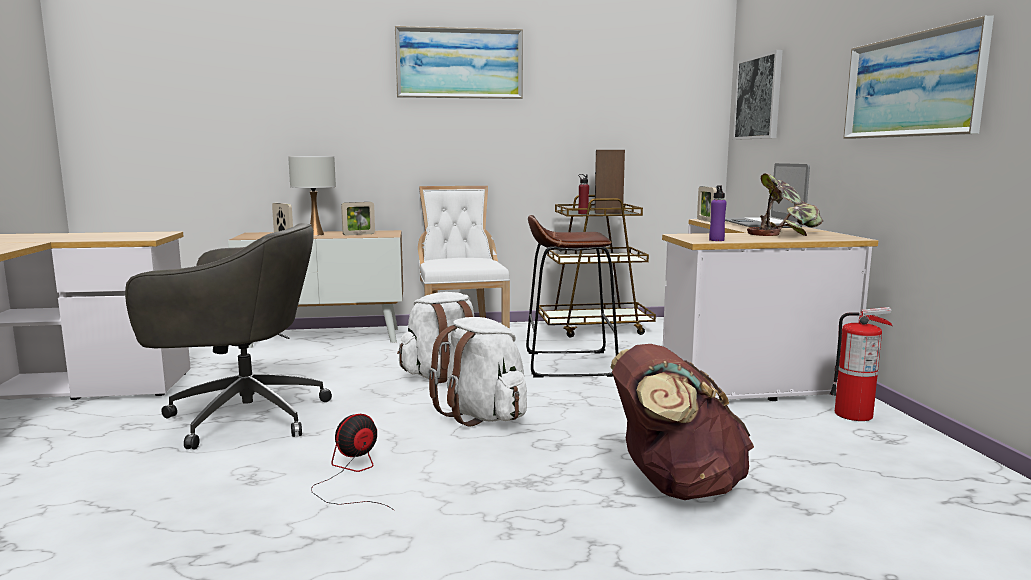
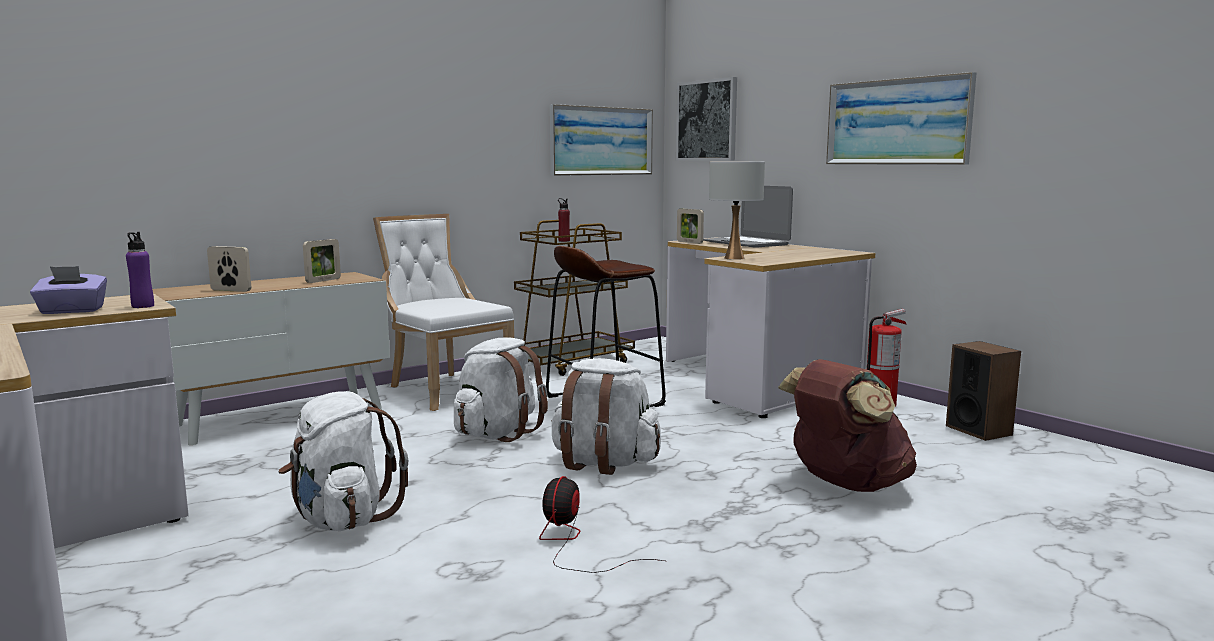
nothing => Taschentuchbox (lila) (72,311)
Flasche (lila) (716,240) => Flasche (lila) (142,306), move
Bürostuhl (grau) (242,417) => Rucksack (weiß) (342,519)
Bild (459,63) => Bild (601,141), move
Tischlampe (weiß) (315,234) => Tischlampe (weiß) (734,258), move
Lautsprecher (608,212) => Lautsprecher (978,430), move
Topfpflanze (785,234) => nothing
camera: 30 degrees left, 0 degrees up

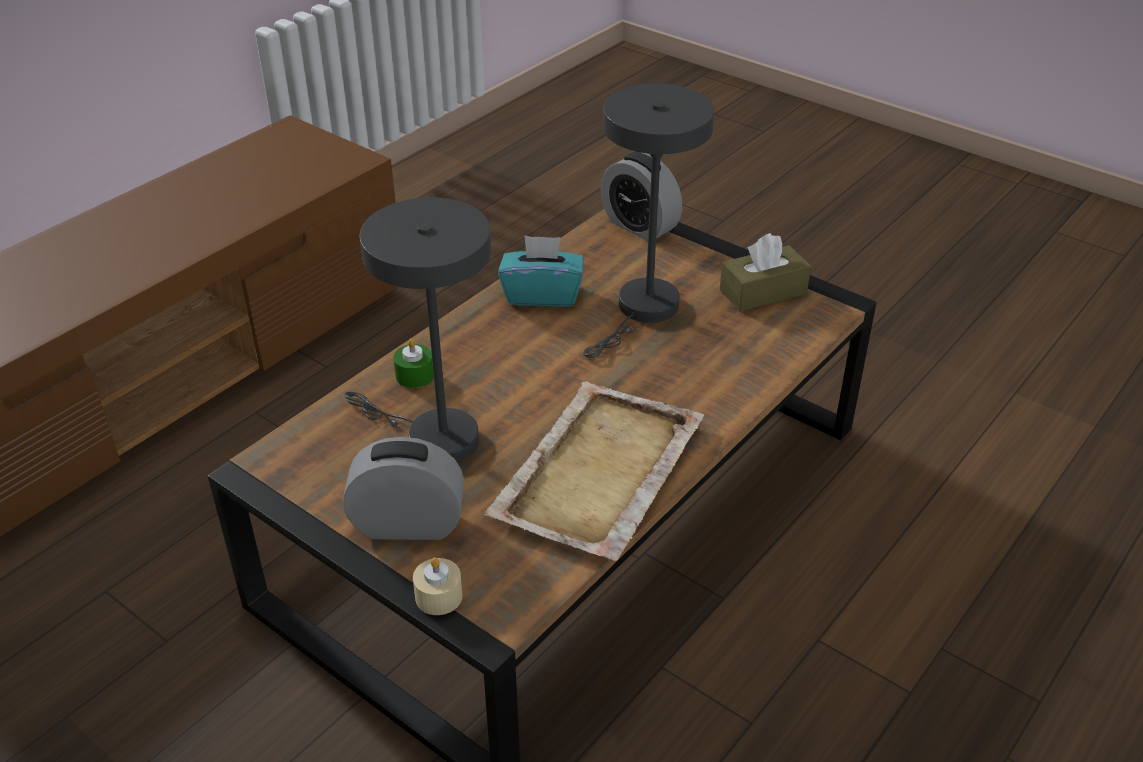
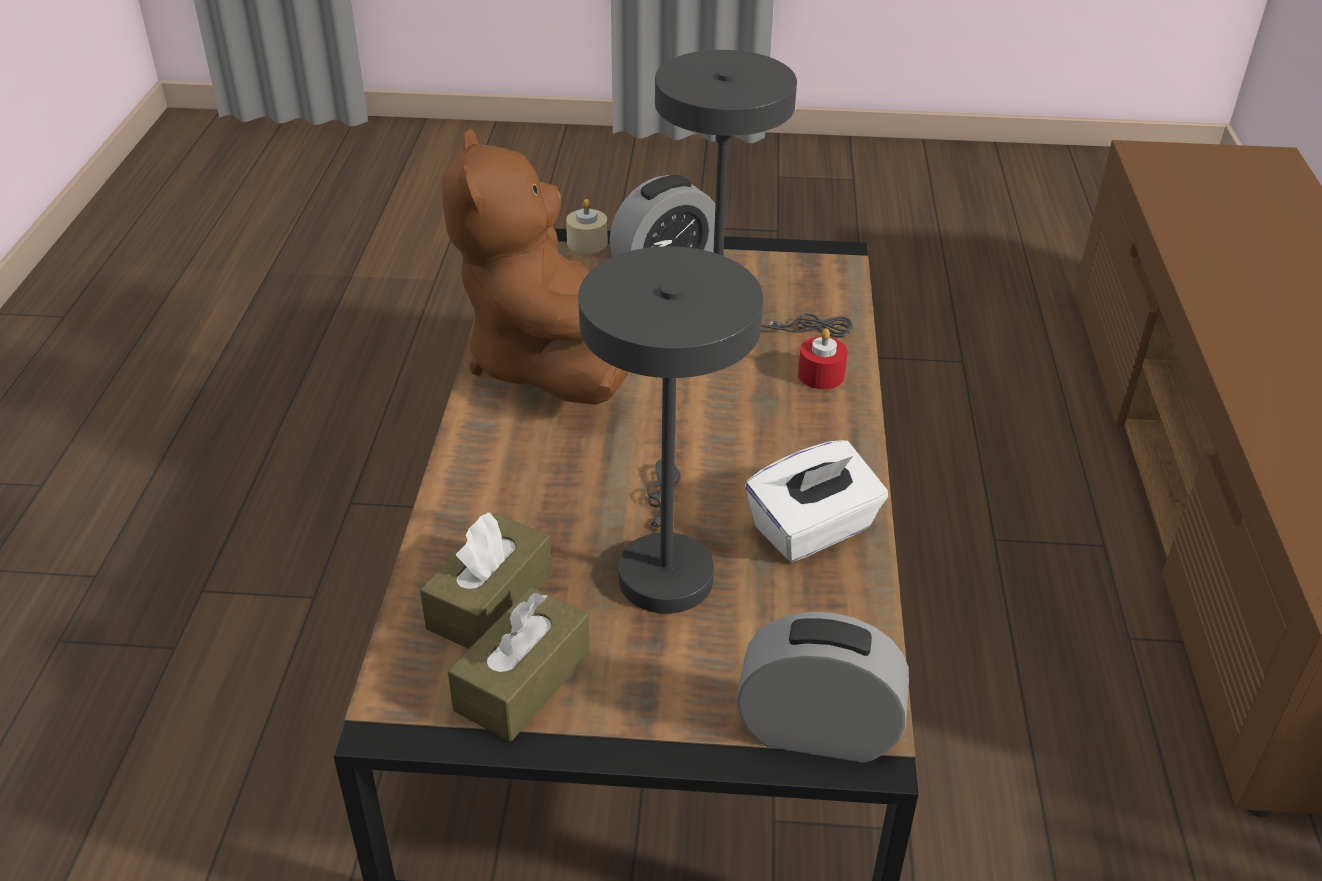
nothing => Taschentuchbox (braun) (490,601)
Tablett (beige) (597,473) => Plüschtier (braun) (545,363)
Taschentuchbox (türkis) (542,294) => Taschentuchbox (weiß) (813,530)
Kerze (grün) (415,375) => Kerze (rot) (821,375)
camera: 145 degrees right, 0 degrees up

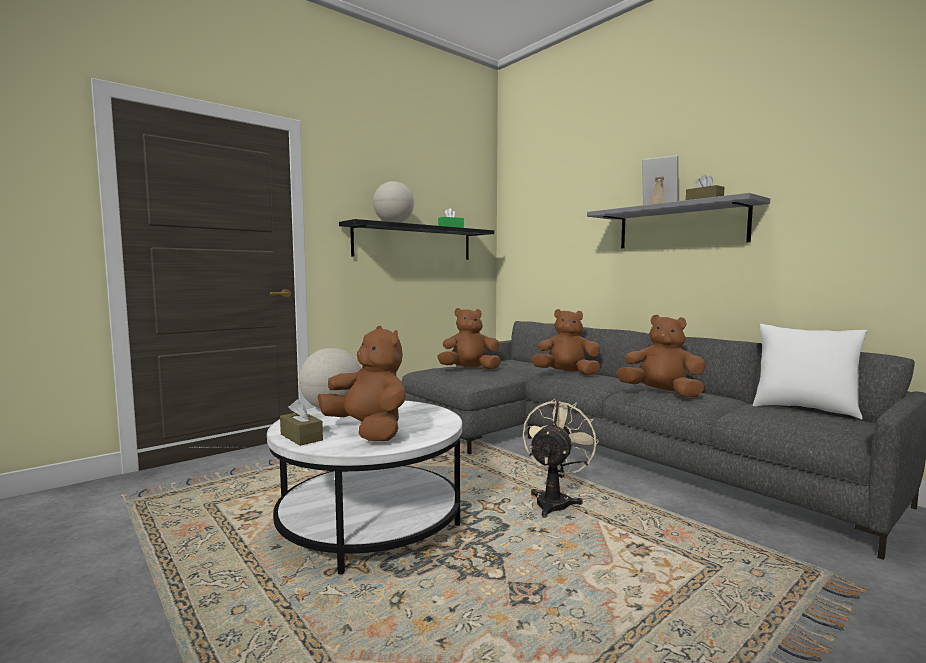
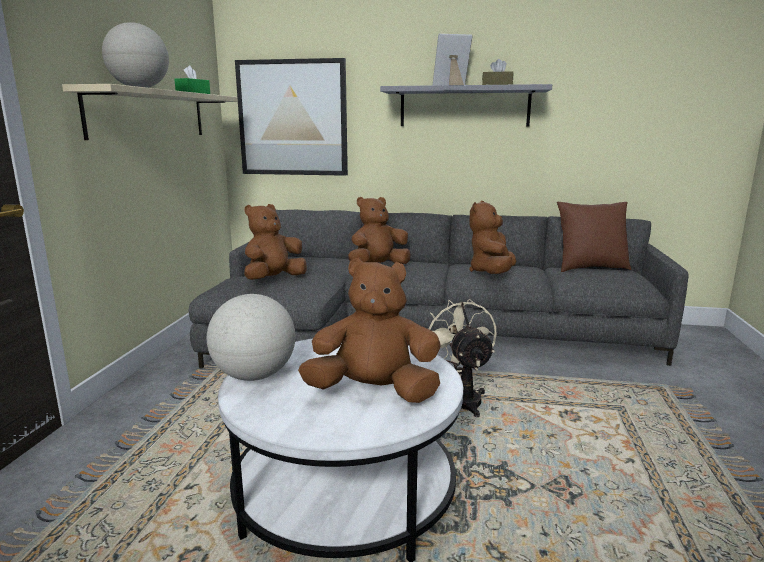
Wandregal (schwarz) (414,242) => Wandregal (beige) (150,114)
nothing => Bild (293,118)
Plüschtier (braun) (661,393) => Plüschtier (braun) (492,273), 60 degrees counterclockwise
Kissen (weiß) (804,410) => Kissen (braun) (590,268)
Taschentuchbox (braun) (301,437) => nothing
camera: 40 degrees left, 10 degrees up

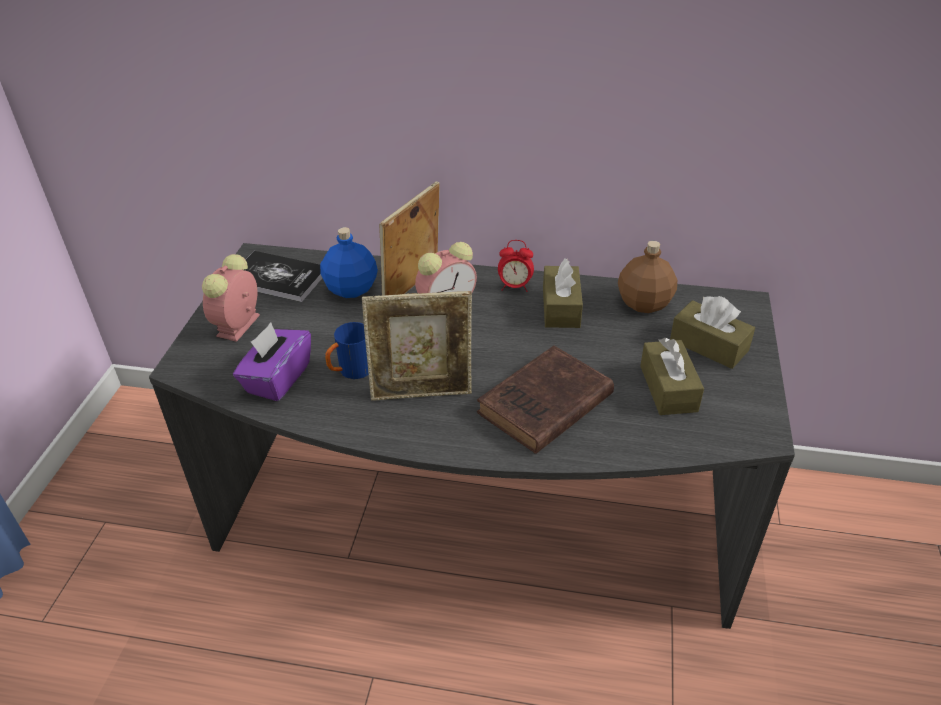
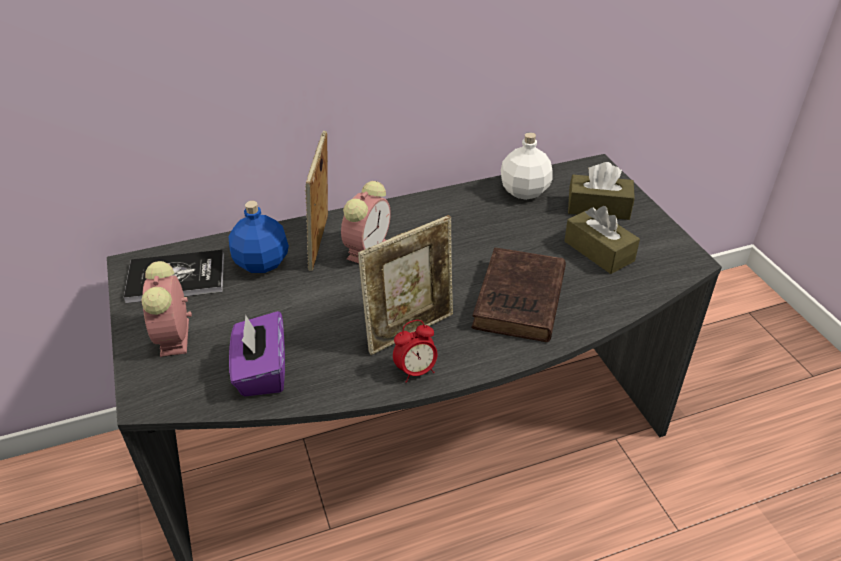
Wecker (515,287) => Wecker (416,371), move
Flasche (braun) (643,303) => Flasche (weiß) (524,191)
Henkelbecher (blau) (350,372) => nothing
Taschentuchbox (braun) (561,307) => nothing
camera: 30 degrees left, 0 degrees up

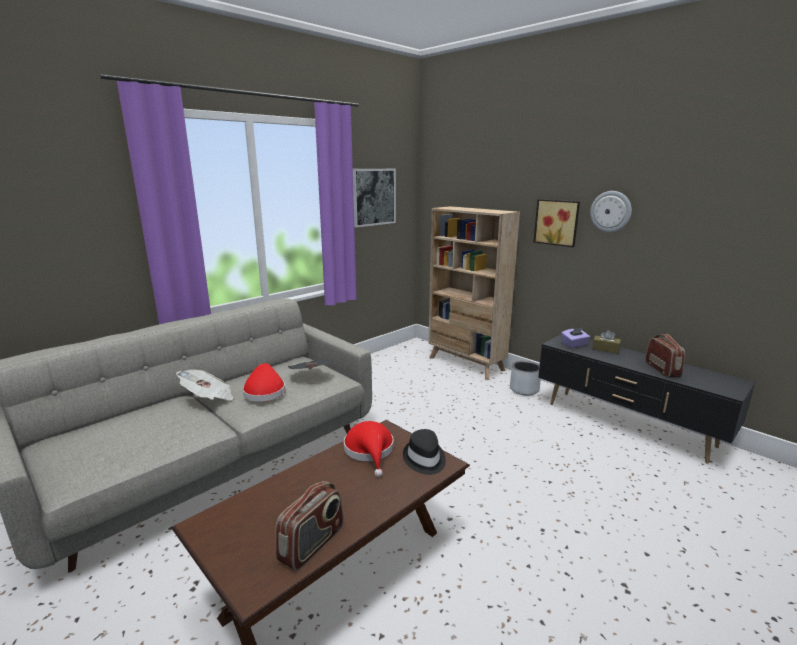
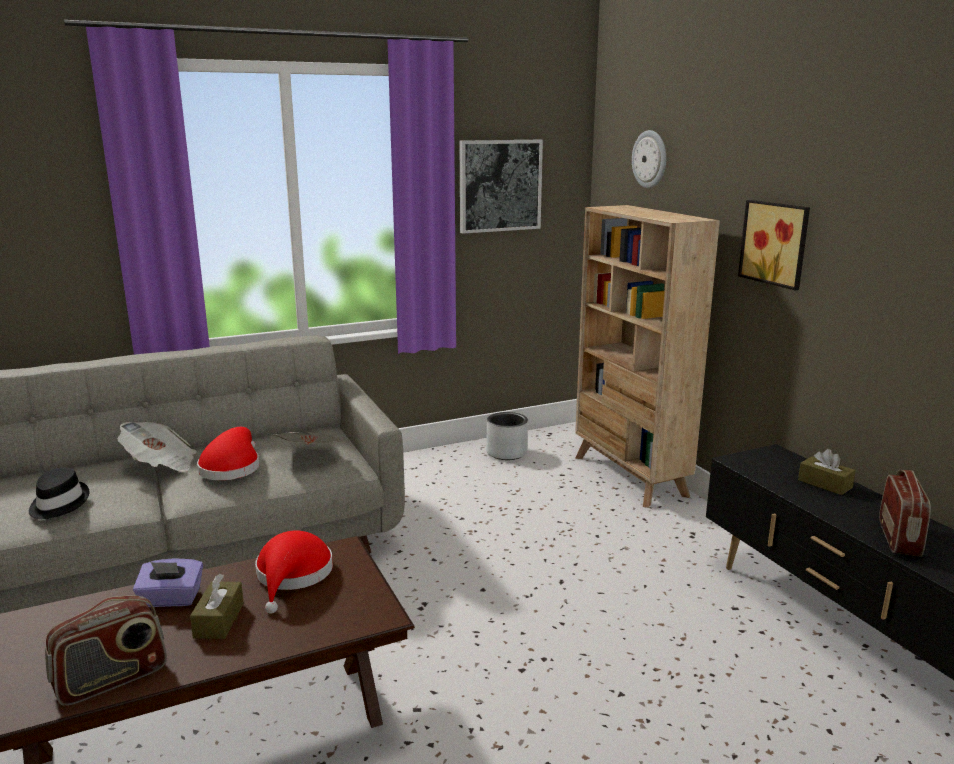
Hut (schwarz) (424,459) => Hut (schwarz) (58,504), move
Taschentuchbox (lila) (574,345) => Taschentuchbox (lila) (171,599), move
nothing => Taschentuchbox (braun) (219,620)
Pflanzkübel (grau) (524,389) => Pflanzkübel (grau) (506,453), move
Wanduhr (611,211) => Wanduhr (650,159), move
camera: 20 degrees right, 0 degrees up

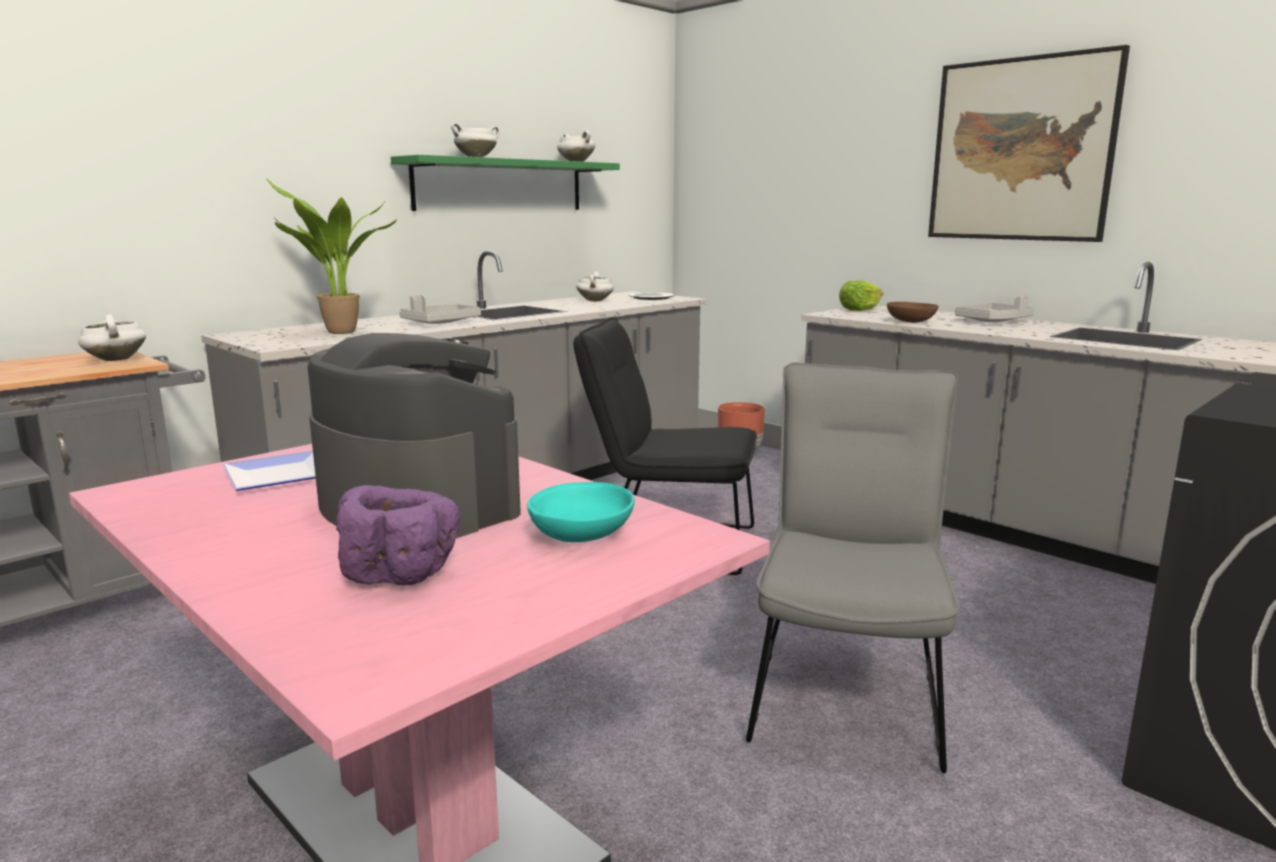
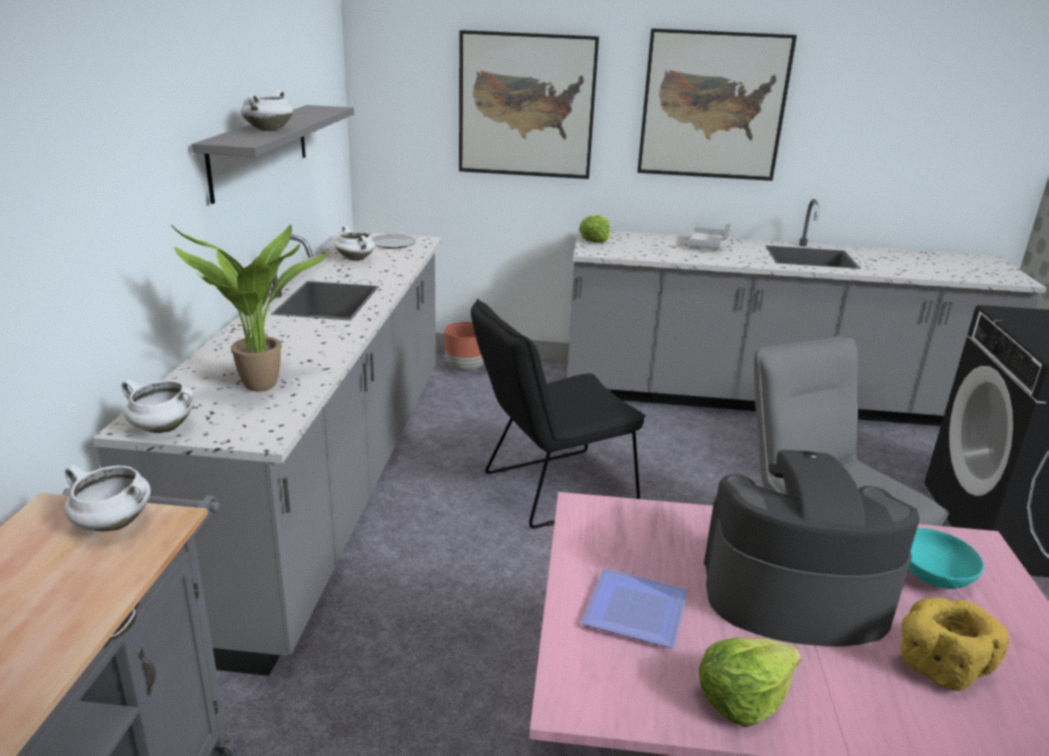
Kochtopf (weiß) (575,162) => Kochtopf (weiß) (161,428), move
Wandregal (grün) (500,185) => Wandregal (grau) (260,149)
nothing => Bild (526,106)
nothing => Salatkopf (743,697)
Schüssel (lila) (400,572) => Schüssel (gelb) (939,665)
Tablett (grau) (440,323) => nothing
Schüssel (braun) (910,322) => nothing
camera: 40 degrees left, 10 degrees up

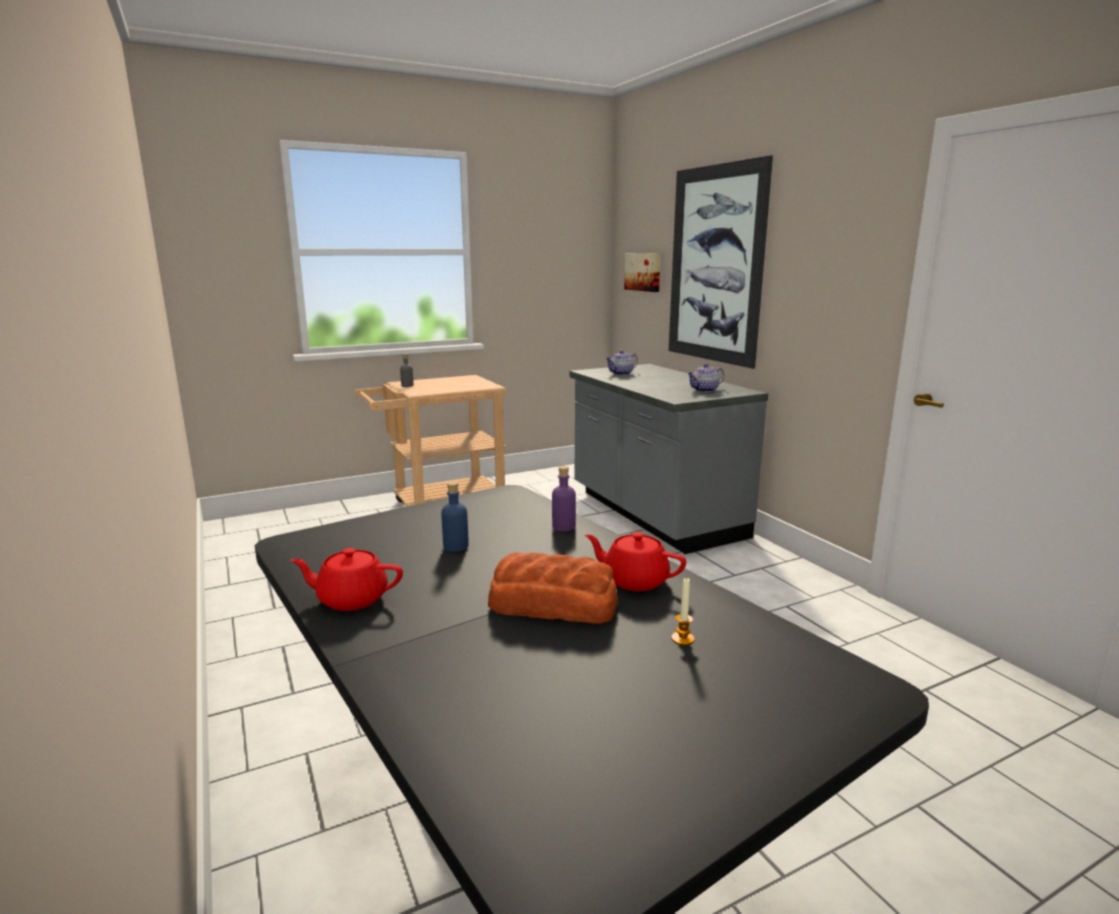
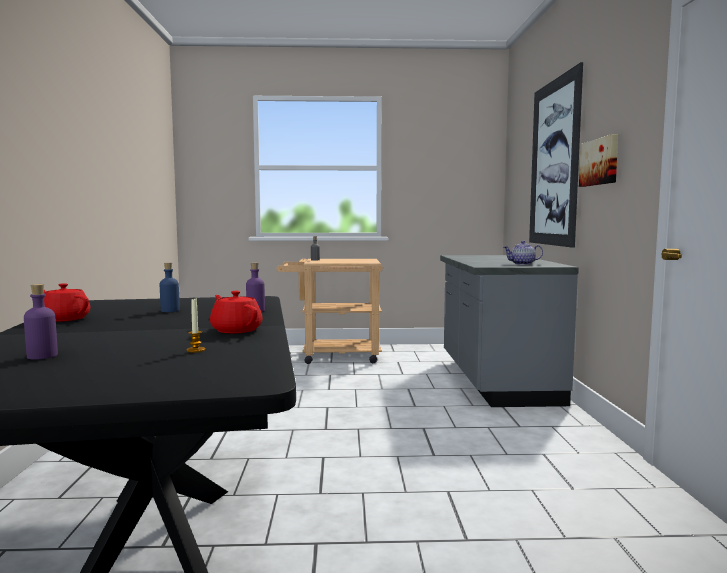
nothing => Flasche (lila) (42,356)
Bild (643,272) => Bild (600,162), move
Brot (552,604) => nothing
Teekanne (621,374) => nothing
camera: 25 degrees right, 10 degrees down

